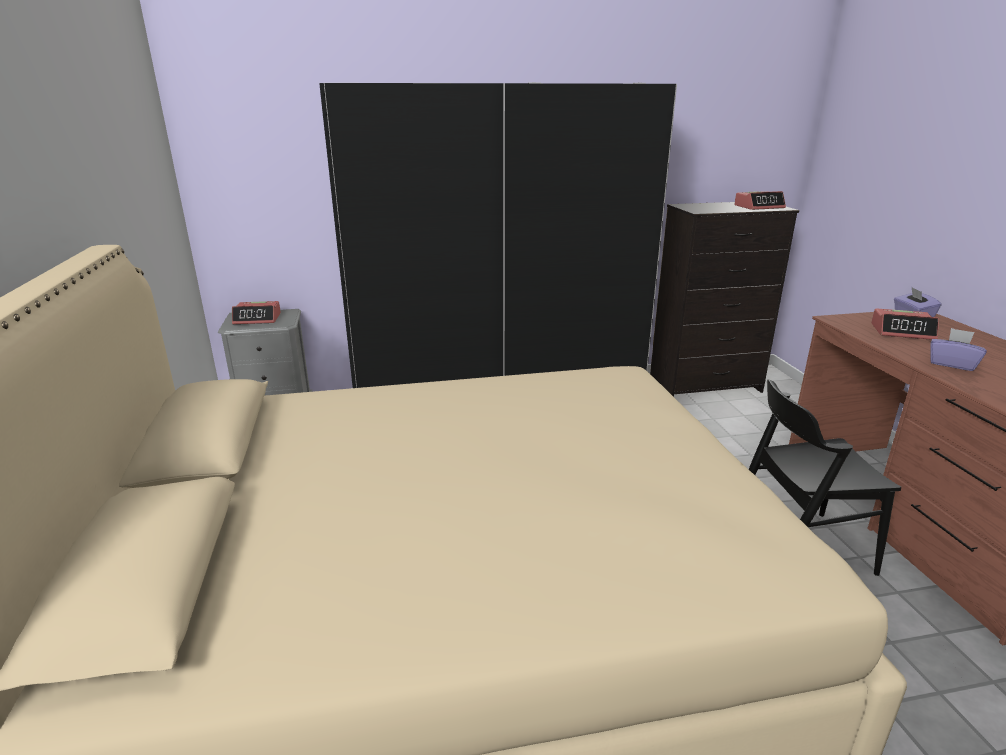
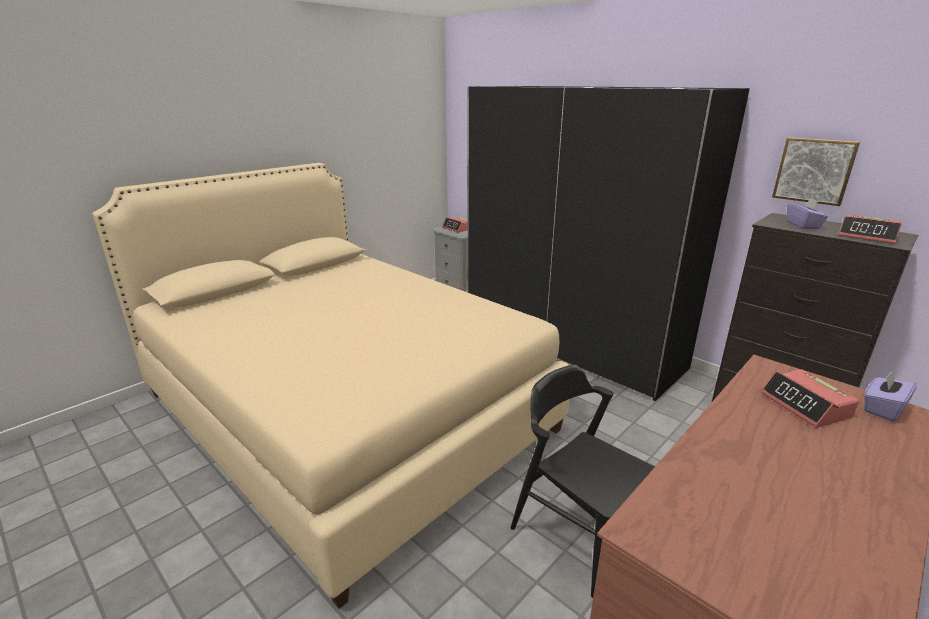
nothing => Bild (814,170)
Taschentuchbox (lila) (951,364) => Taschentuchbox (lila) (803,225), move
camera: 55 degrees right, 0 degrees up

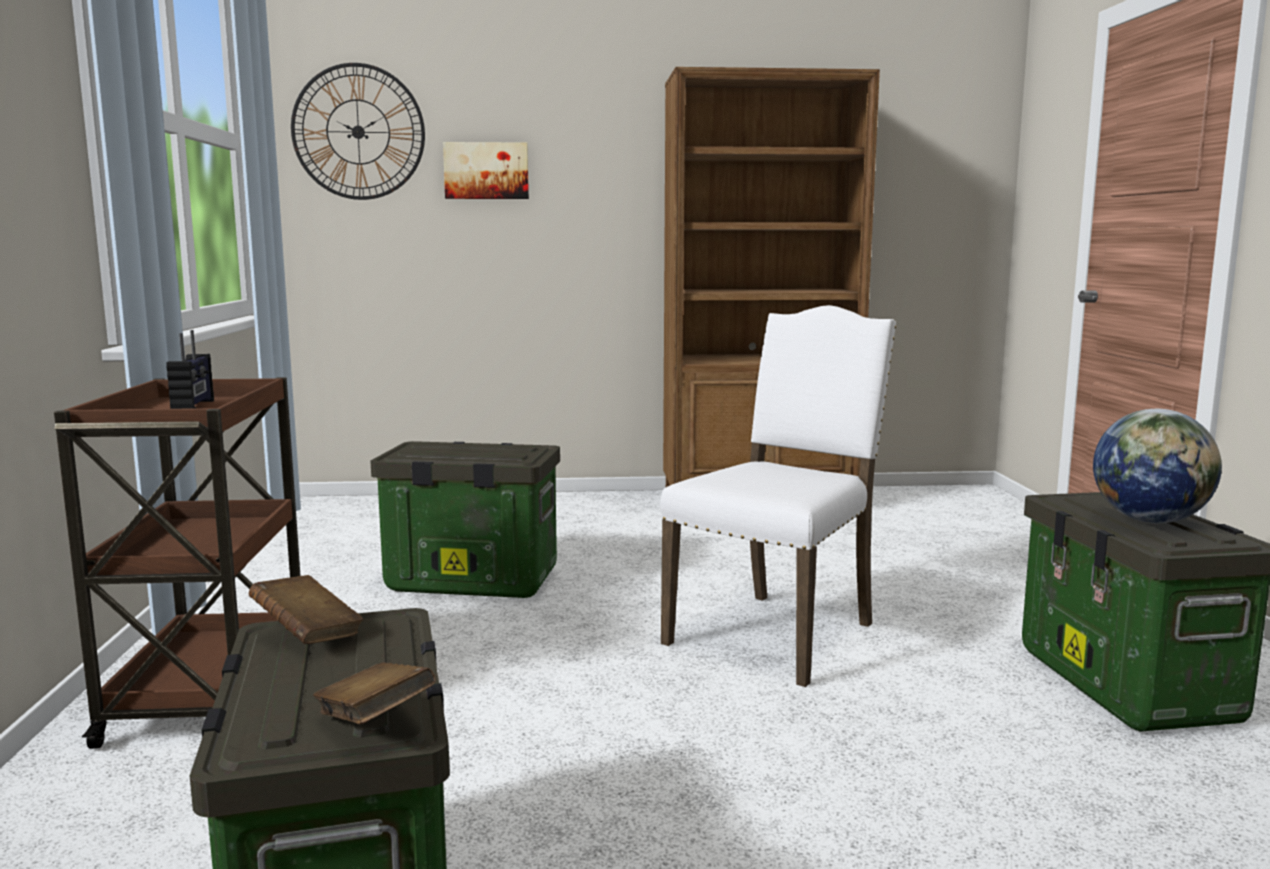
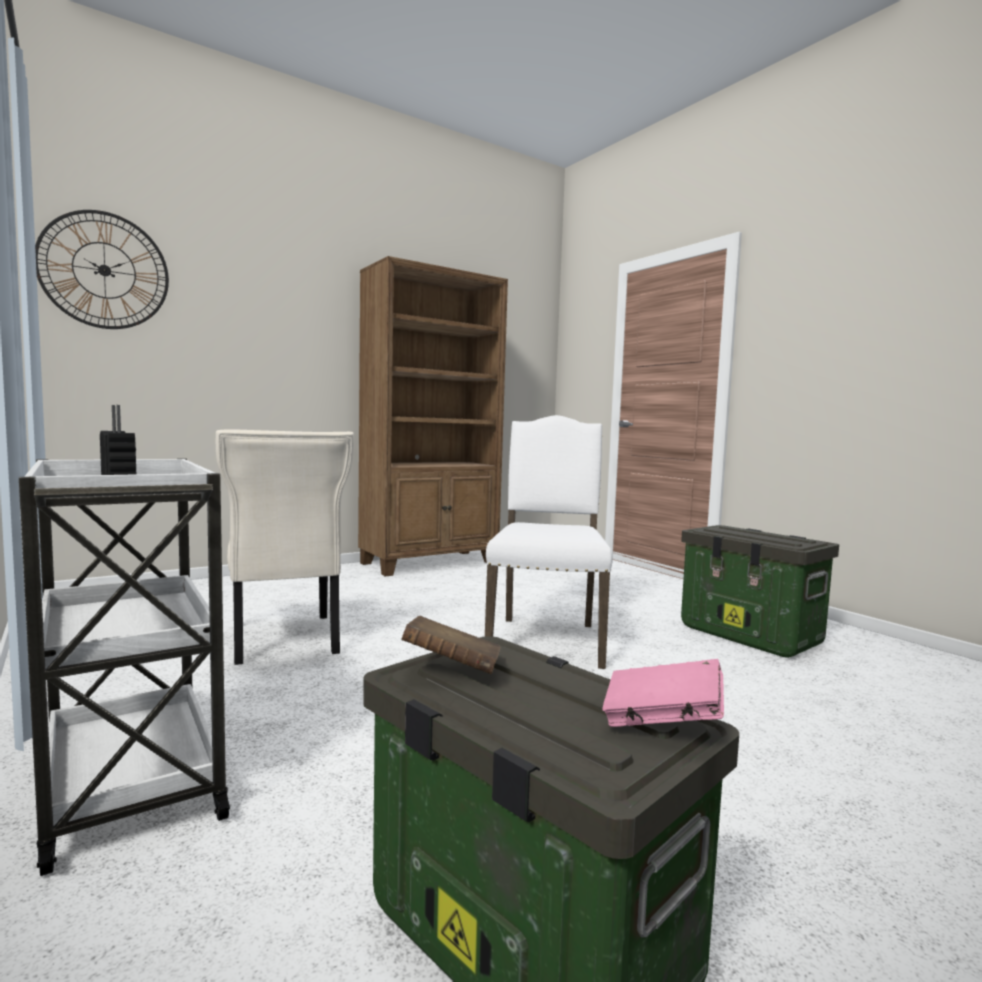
Rollwagen (braun) (210,691) => Rollwagen (weiß) (131,779)
Aufbewahrungsbox (469,581) => Stuhl (beige) (284,641)
Buch (braun) (374,720) => Buch (rosa) (662,721)
Bild (486,171) => nothing
Globus (1150,521) => nothing
camera: 30 degrees left, 5 degrees down

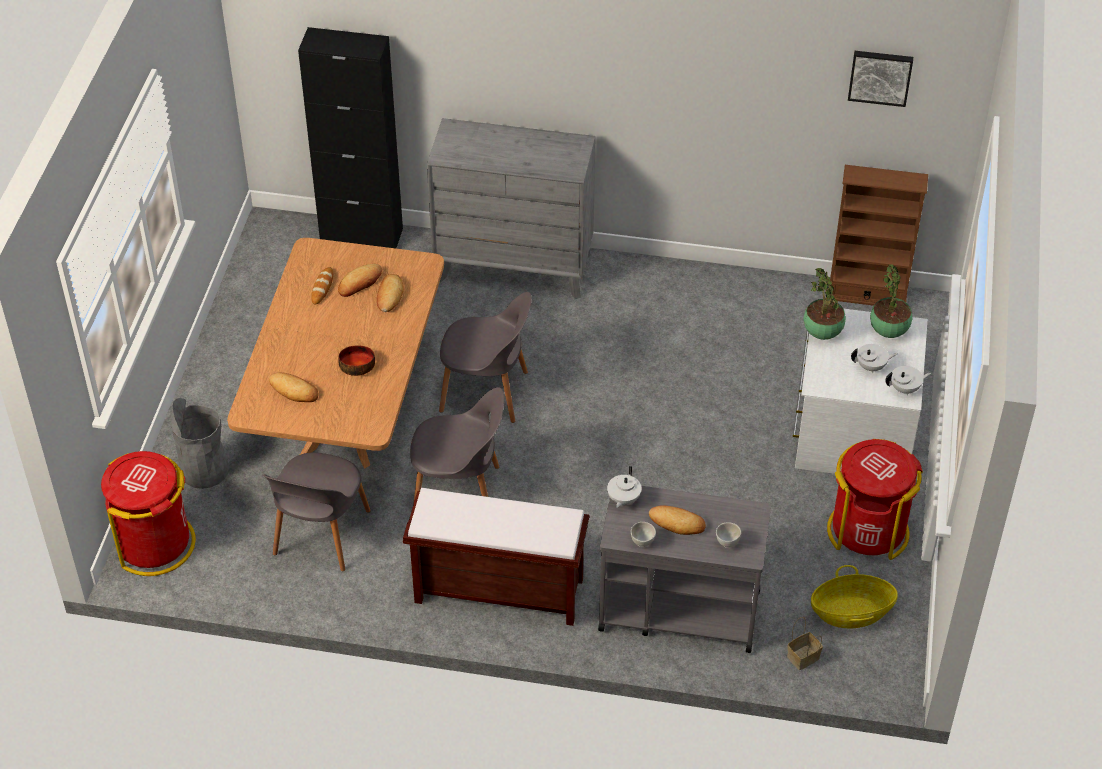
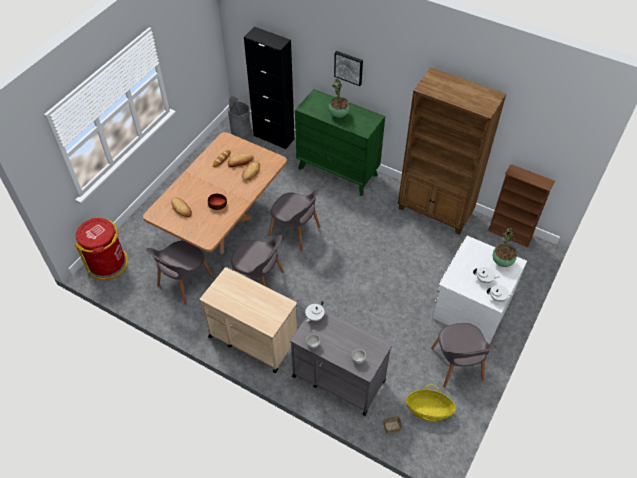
Bank (braun) (497,591) => Rollwagen (beige) (252,338)
Mülleimer (grau) (204,470) => Mülleimer (grau) (241,132), move
Kommode (grau) (514,267) => Kommode (grün) (338,171)
Topfpflanze (823,334) => Topfpflanze (339,115), move
Bild (880,76) => Bild (349,67), move
nothing => Bücherregal (braun) (435,211)
Mülleimer (rot) (868,530) => Stuhl (grau) (457,365)
Brot (677,523) => nothing
camera: 20 degrees right, 5 degrees up

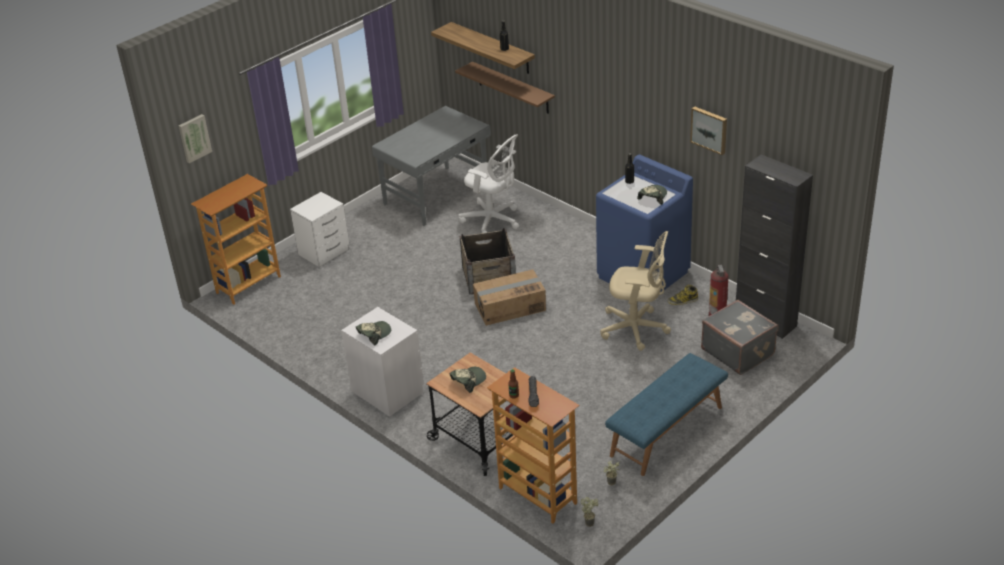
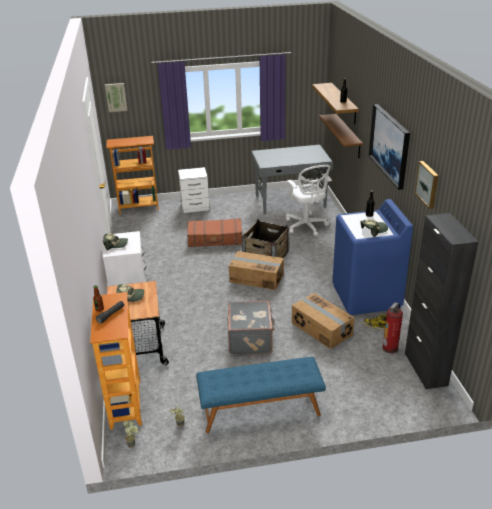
nothing => Koffer (braun) (215,239)
Koffer (grau) (738,351) => Koffer (grau) (251,340), move
Bürostuhl (beige) (637,329) => Karton (321,329)
nothing => Bild (390,145)
camera: 35 degrees right, 5 degrees down

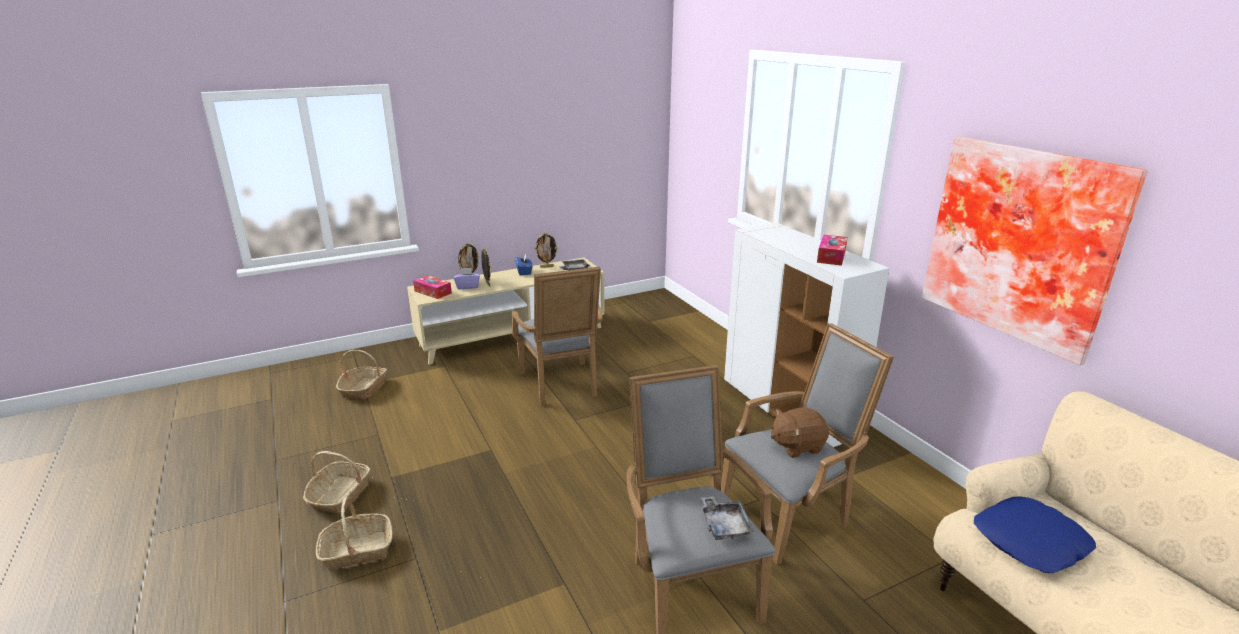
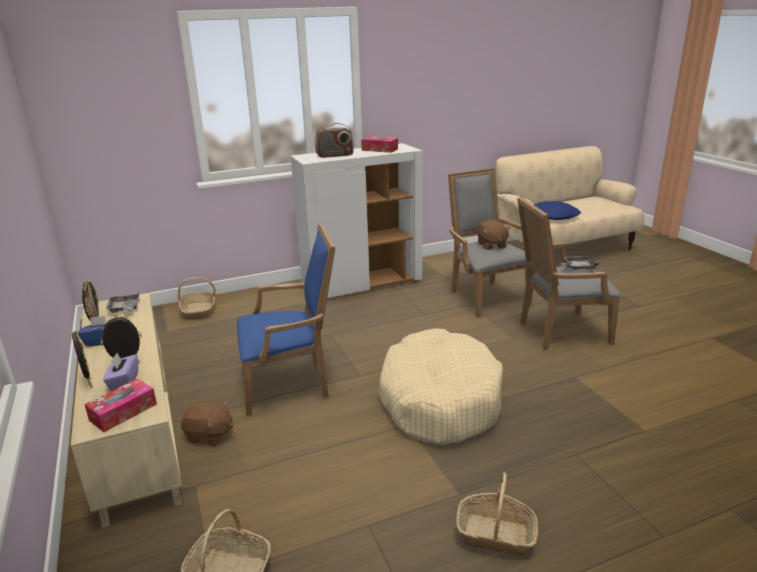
Korb (357,550) => Korb (198,310), move
nothing => Plüschtier (braun) (209,435)
Sessel (grau) (561,386) => Sessel (blau) (291,385)
nothing => Radio (335,155)
nothing => Hundebett (beige) (439,400)
Bild (1022,243) => nothing
camera: 85 degrees left, 0 degrees up

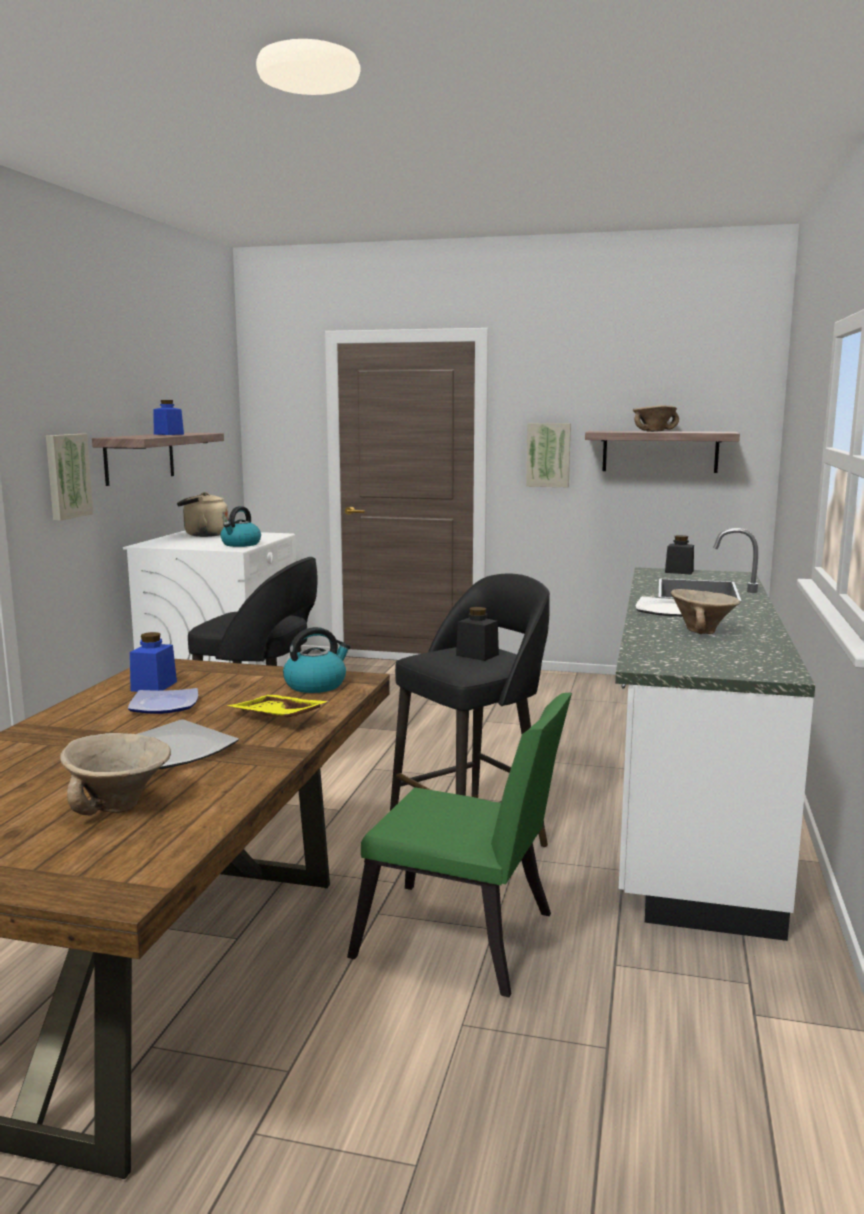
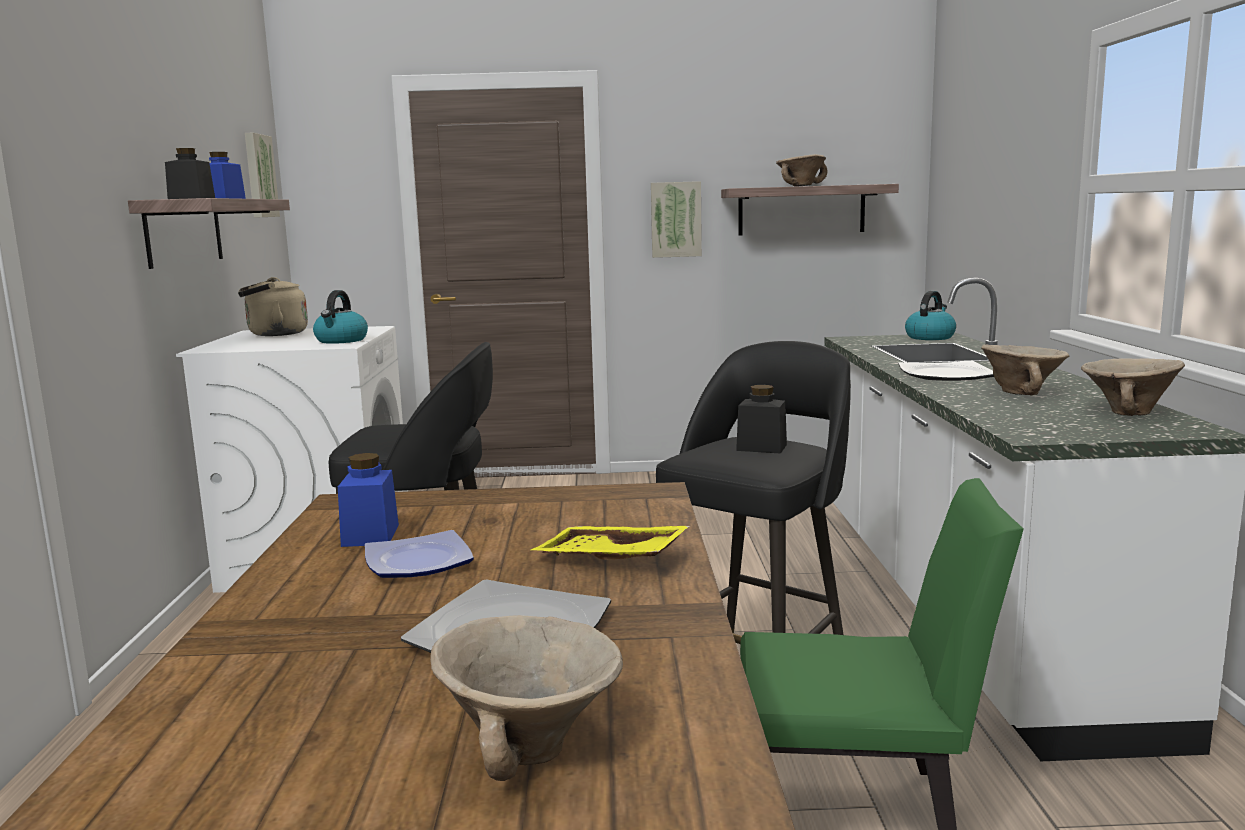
Vorratsglas (schwarz) (679,571) => Vorratsglas (schwarz) (191,199), move
Bild (66,476) => Bild (259,176), move
Wasserkessel (316,685) => Wasserkessel (930,337), move
nothing => Schüssel (beige) (1126,413)
camera: 15 degrees left, 0 degrees up

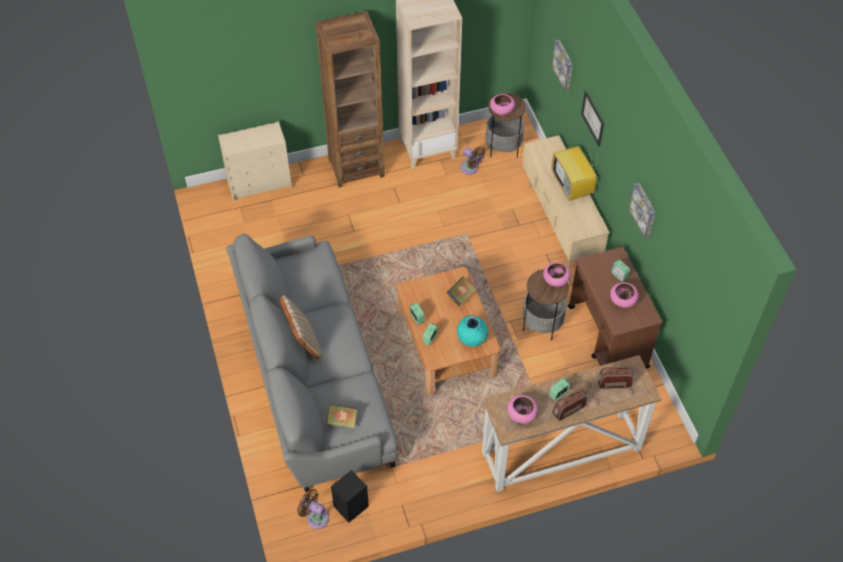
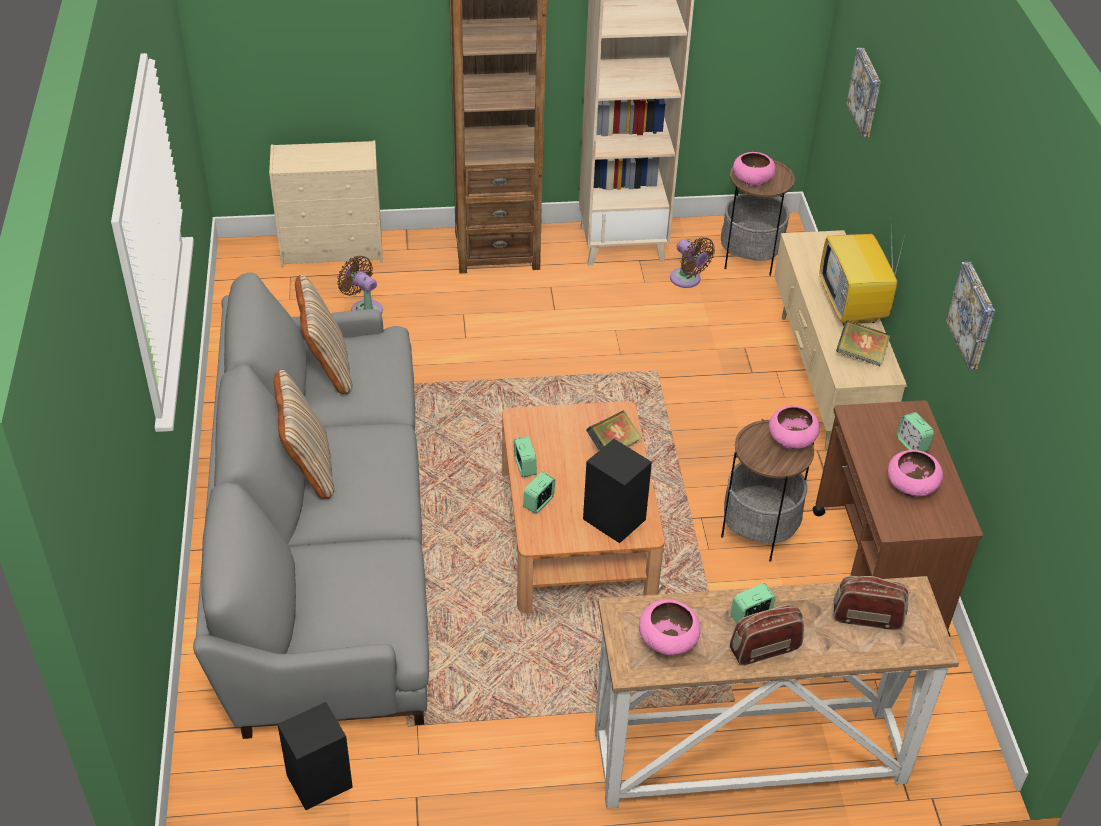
nothing => Kissen (beige) (327,368)
Ventilator (braun) (315,517) => Ventilator (braun) (364,309), move
Vase (türkis) (472,341) => Lautsprecher (schwarz) (615,520)
Buch (342,421) => Buch (860,355), move
Bild (593,118) => nothing
camera: 10 degrees right, 10 degrees down

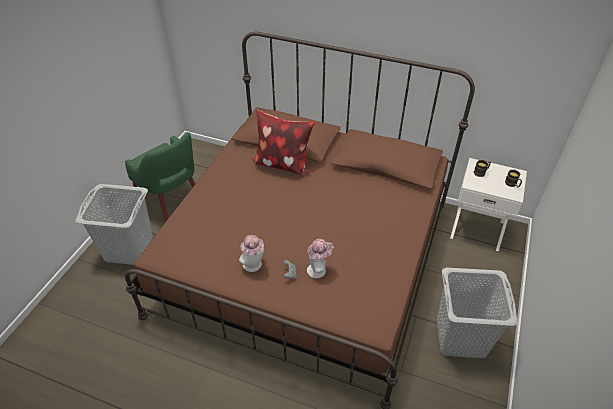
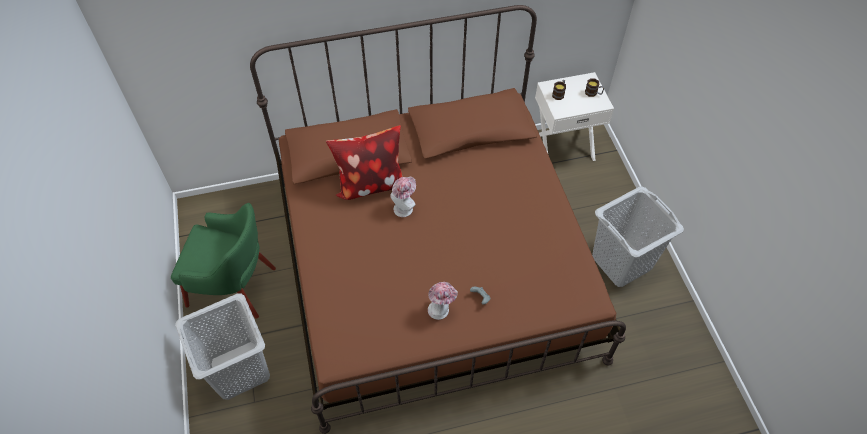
Hut (319,269) => Hut (404,207), move
camera: 35 degrees left, 10 degrees up

